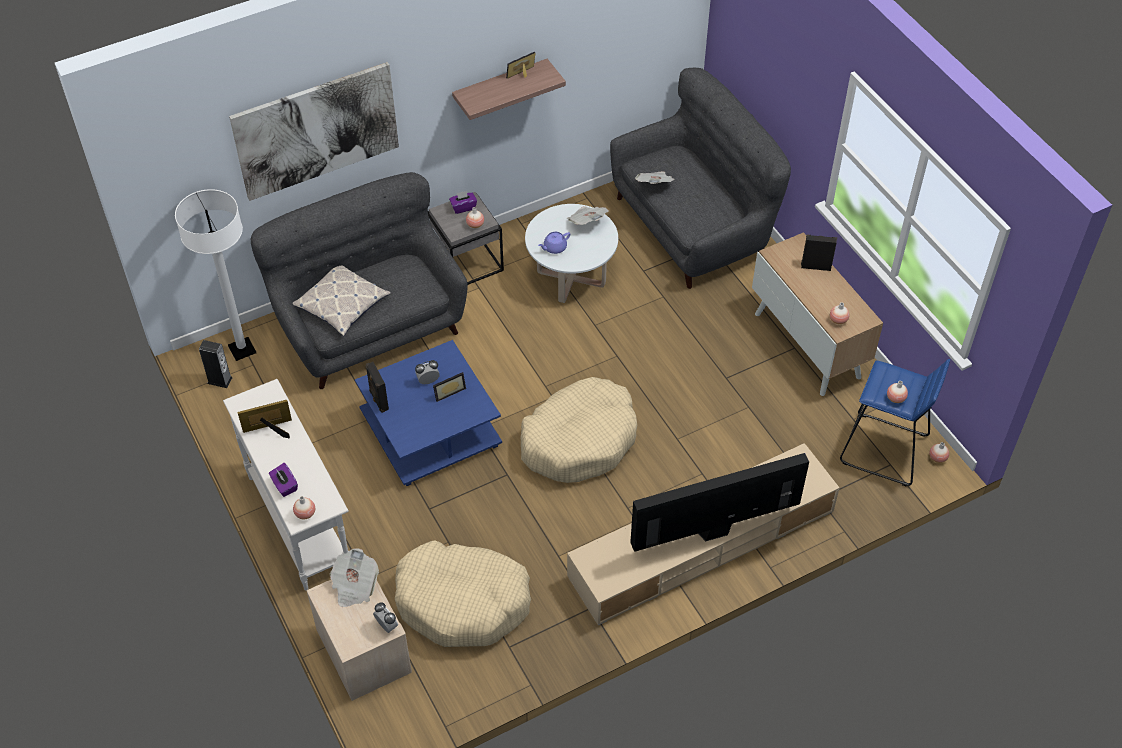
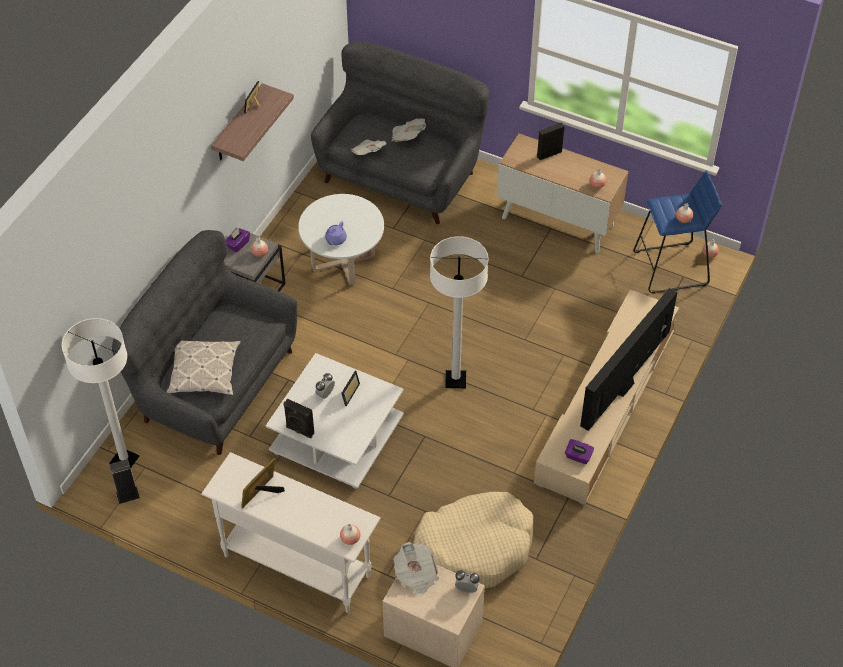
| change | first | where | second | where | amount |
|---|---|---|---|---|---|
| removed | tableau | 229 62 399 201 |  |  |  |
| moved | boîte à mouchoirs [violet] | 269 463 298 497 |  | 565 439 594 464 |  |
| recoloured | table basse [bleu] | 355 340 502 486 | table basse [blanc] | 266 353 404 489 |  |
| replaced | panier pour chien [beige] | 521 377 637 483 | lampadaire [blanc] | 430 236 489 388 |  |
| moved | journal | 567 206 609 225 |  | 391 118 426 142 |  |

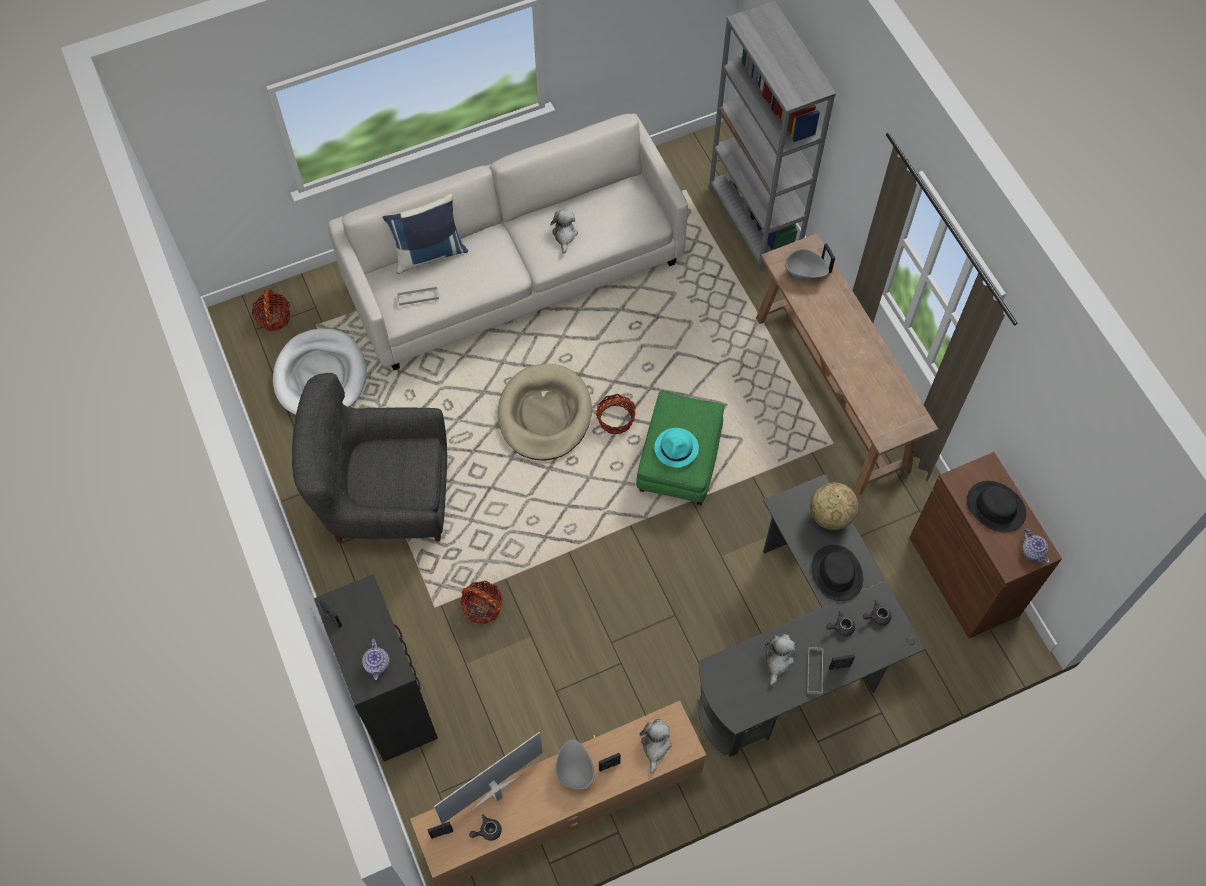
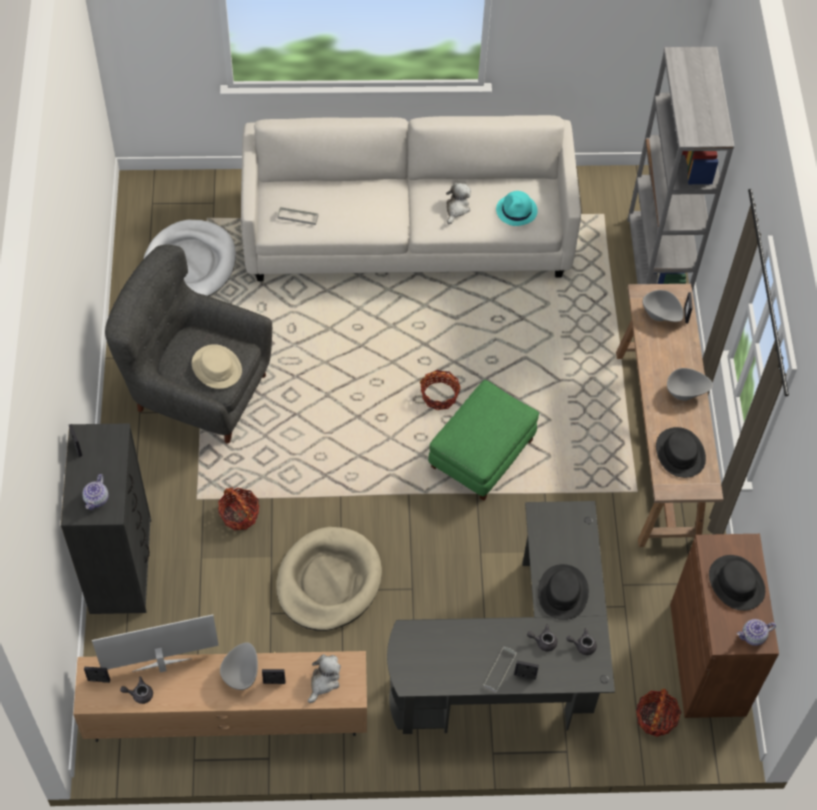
| change | first | where | second | where | amount |
|---|---|---|---|---|---|
| moved | panier | 252 288 291 331 |  | 636 689 681 737 |  |
| removed | coussin [bleu] | 382 194 468 274 |  |  |  |
| moved | panier pour chien [beige] | 498 364 592 461 |  | 277 527 382 631 |  |
| moved | chapeau [turquoise] | 654 428 699 468 |  | 496 191 538 226 |  |
| removed | peluche | 764 634 795 685 |  |  |  |
| removed | globe | 810 482 858 530 |  |  |  |
| turned | théière | 1022 529 1049 563 |  | 737 619 776 646 | 75 degrees clockwise |
| added |  |  | chapeau [beige] | 192 344 242 389 |  |
| added |  |  | chapeau [noir] | 656 427 706 478 |  |
| added |  |  | bol [gris] | 667 368 713 401 |  |

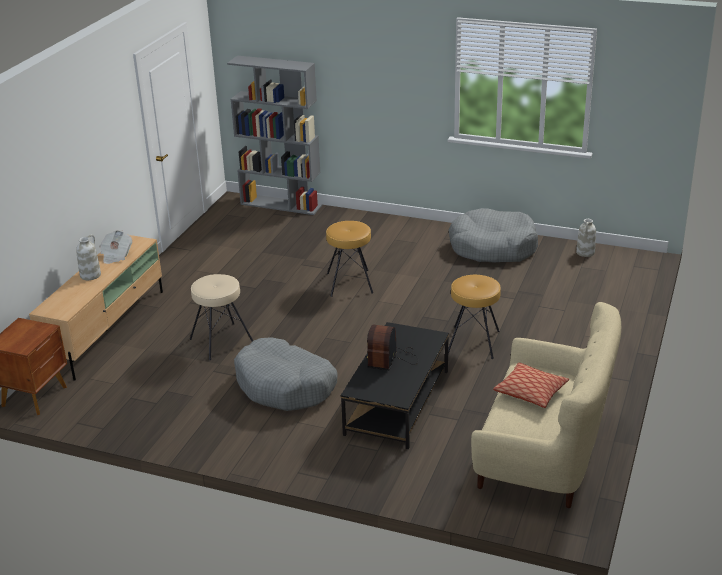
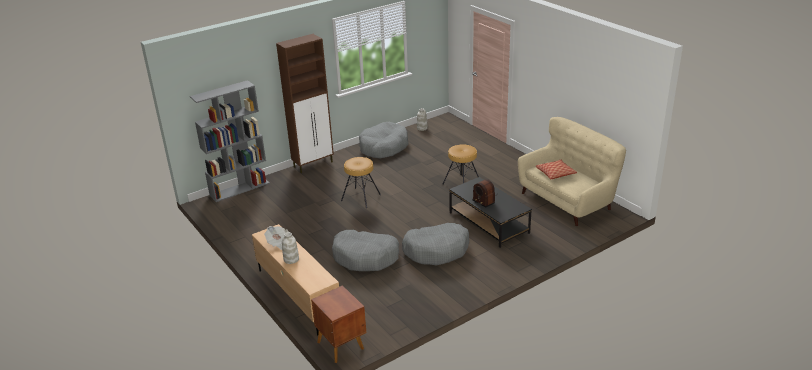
| change | first | where | second | where | amount |
|---|---|---|---|---|---|
| replaced | tabouret [beige] | 189 274 253 360 | panier pour chien [gris] | 332 230 399 271 |  |
| added |  |  | meuble de rangement [marron] | 276 34 334 173 |  |

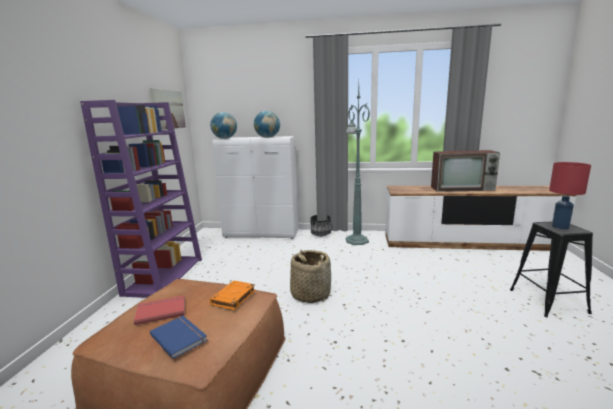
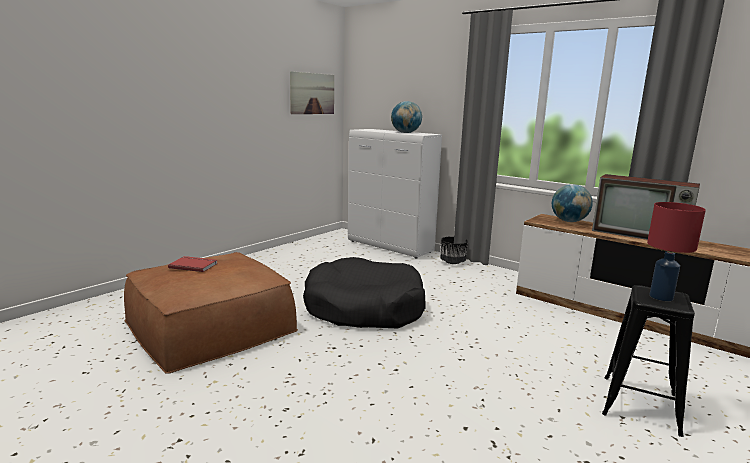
| change | first | where | second | where | amount |
|---|---|---|---|---|---|
| removed | bibliothèque [violet] | 80 100 202 298 |  |  |  |
| removed | livre [bleu] | 150 316 207 359 |  |  |  |
| moved | globe | 210 112 237 139 |  | 552 184 593 222 |  |
| removed | livre [orange] | 210 280 255 310 |  |  |  |
| replaced | panier | 290 250 331 303 | panier pour chien [noir] | 303 257 426 329 |  |
| removed | lampadaire [vert] | 346 84 370 245 |  |  |  |

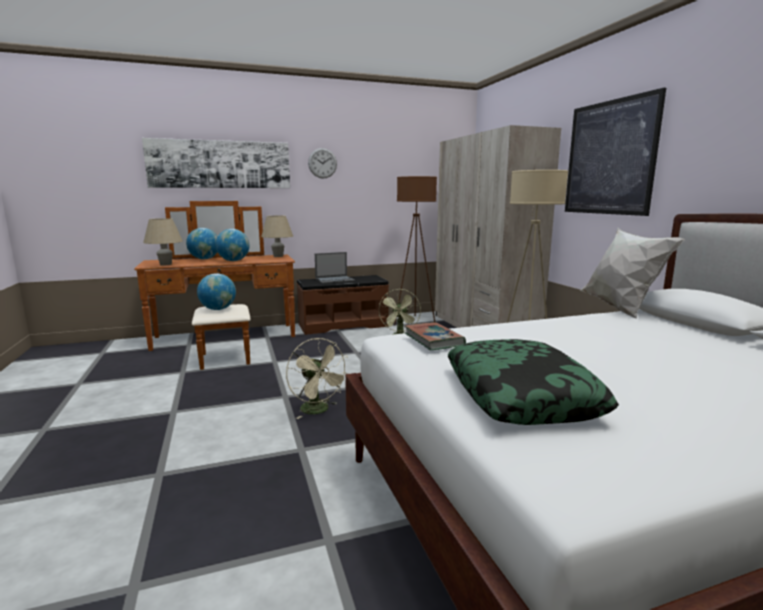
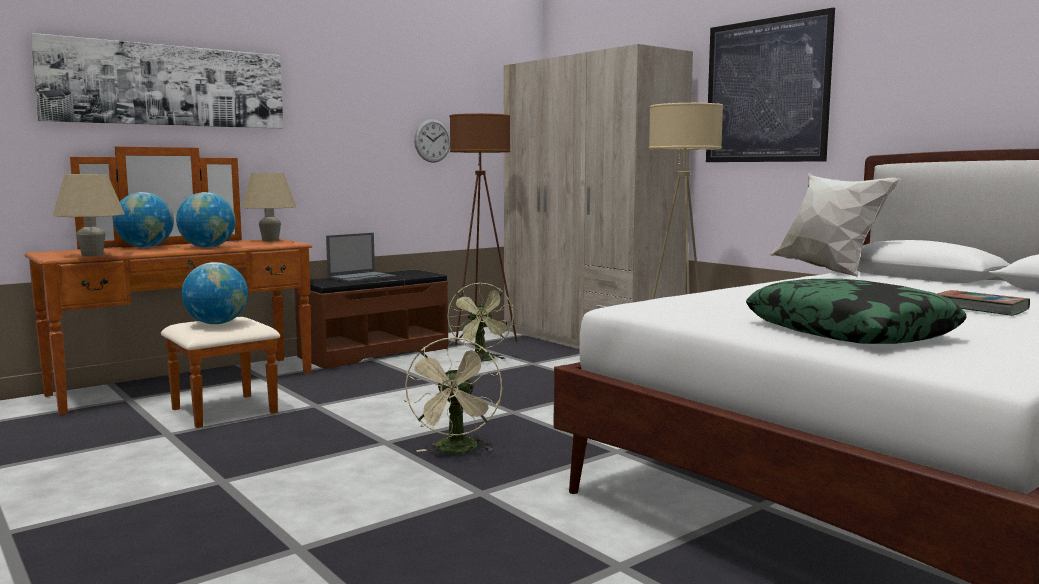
| change | first | where | second | where | amount |
|---|---|---|---|---|---|
| turned | ventilateur [beige] | 286 338 348 419 |  | 404 337 502 454 | 60 degrees clockwise |
| moved | horloge murale | 308 148 337 179 |  | 414 119 450 163 |  |
| moved | livre | 405 322 466 350 |  | 937 290 1030 316 |  |

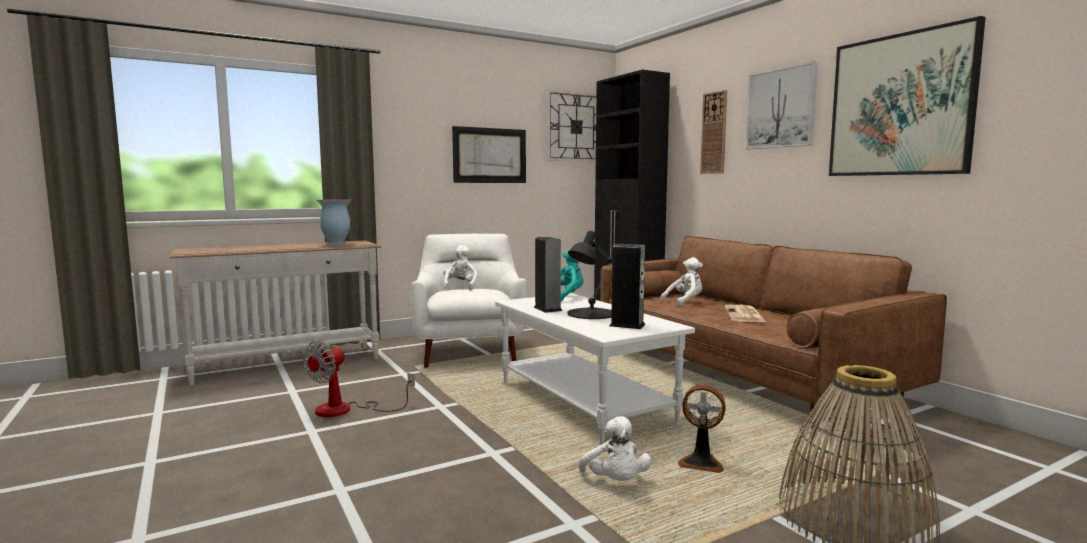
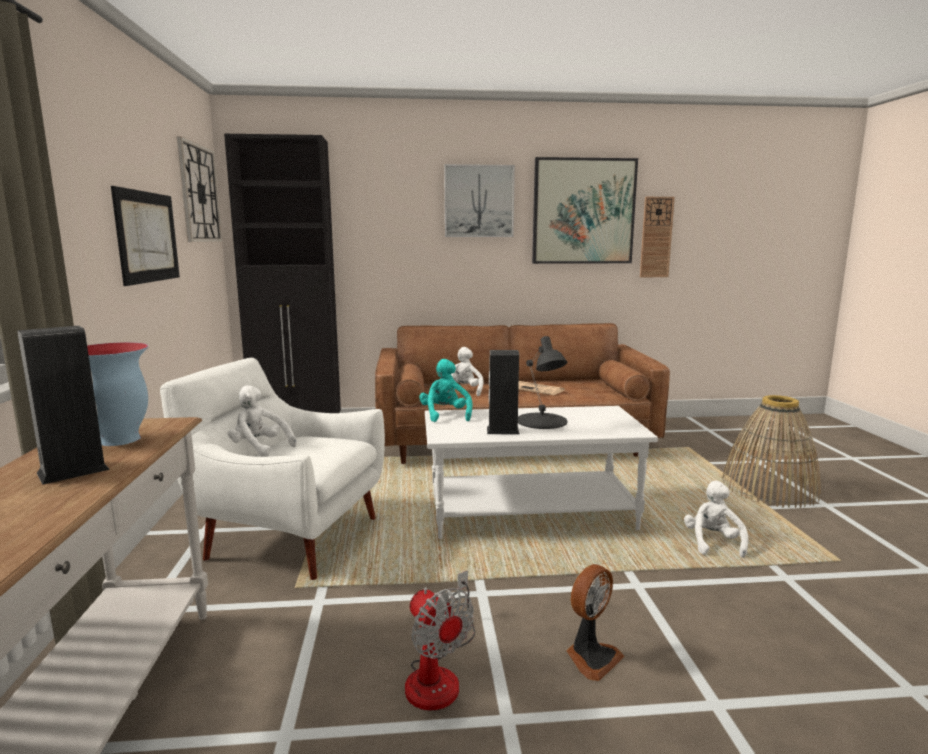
| change | first | where | second | where | amount |
|---|---|---|---|---|---|
| turned | peluche [blanc] | 579 416 651 481 |  | 684 481 748 558 | 90 degrees counterclockwise |
| moved | enceinte | 609 244 646 329 |  | 17 326 110 485 |  |
| moved | ventilateur | 678 385 726 473 |  | 566 564 625 681 |  |
| moved | horloge murale | 700 90 727 174 |  | 640 197 675 277 |  |

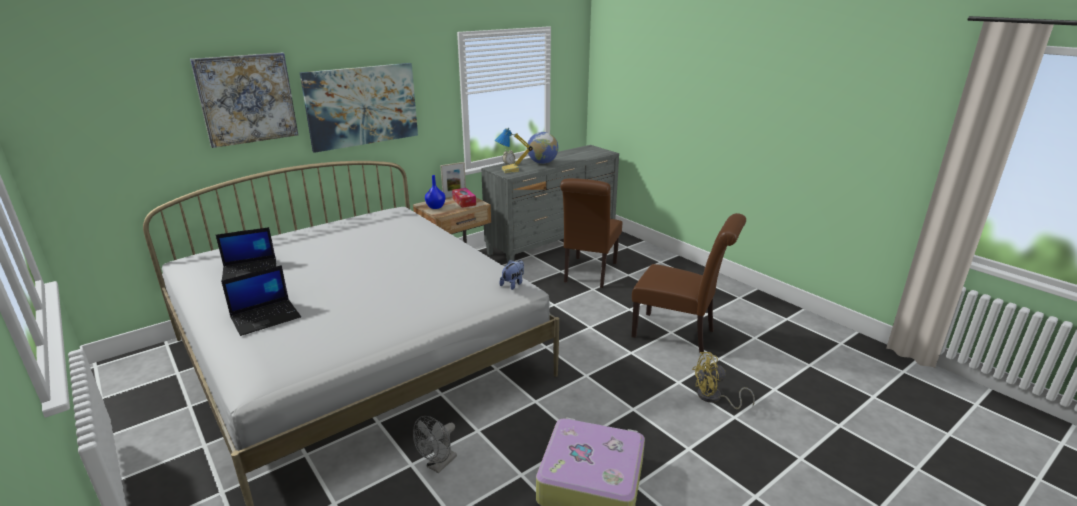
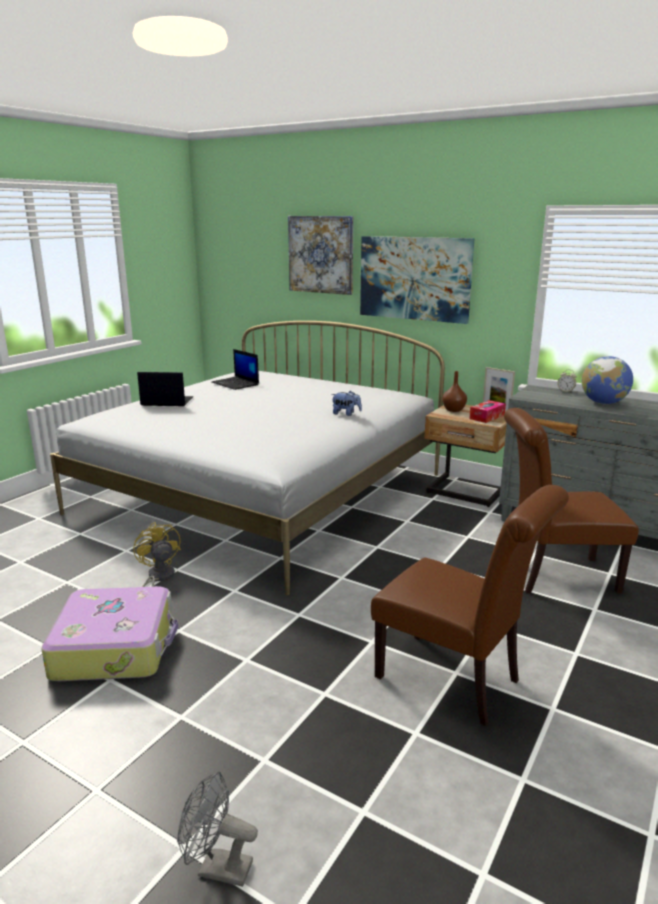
| change | first | where | second | where | amount |
|---|---|---|---|---|---|
| turned | ordinateur portable | 221 265 301 336 |  | 137 372 193 406 | 150 degrees clockwise |
| moved | ventilateur [gris] | 413 416 457 473 |  | 177 771 258 887 |  |
| recoloured | vase [bleu] | 425 175 445 209 | vase [marron] | 442 371 467 412 |  |
| removed | lampe de table | 495 128 533 173 |  |  |  |
| moved | peluche | 500 260 524 290 |  | 331 391 362 416 |  |
| turned | chaise [marron] | 632 213 746 354 |  | 371 485 569 726 | 60 degrees counterclockwise |
| moved | ventilateur [jaune] | 692 352 755 409 |  | 133 522 181 587 |  |

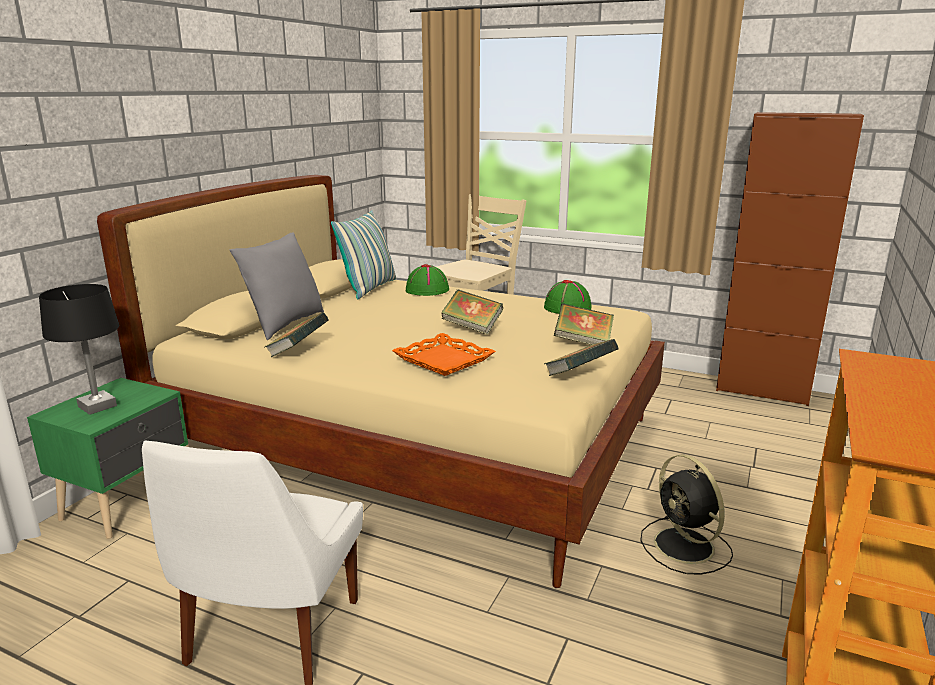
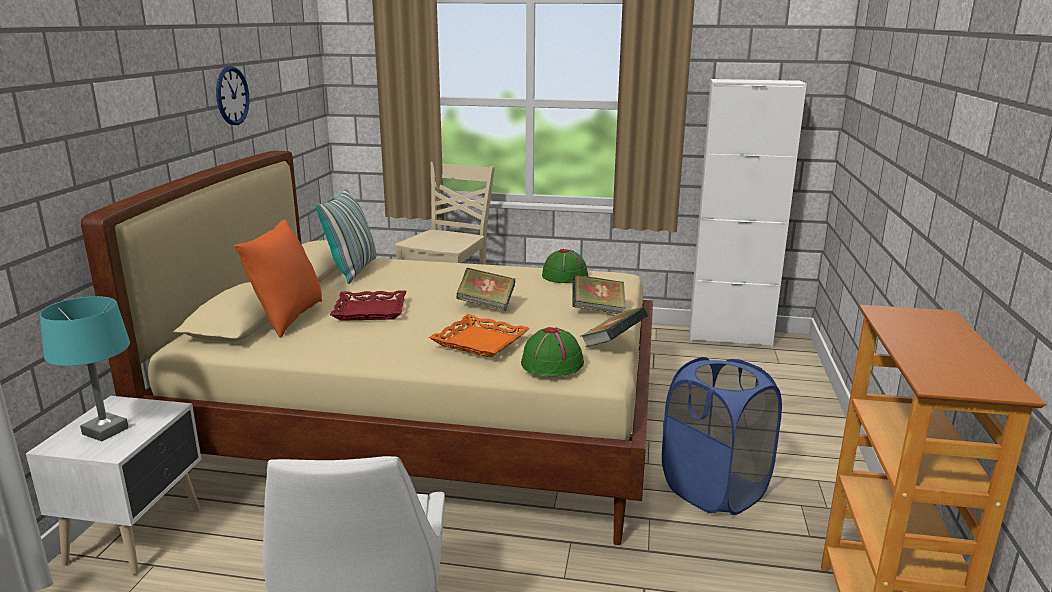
| change | first | where | second | where | amount |
|---|---|---|---|---|---|
| recoloured | table de chevet [vert] | 27 378 188 539 | table de chevet [blanc] | 26 396 201 575 |  |
| recoloured | lampe de table [noir] | 39 284 119 415 | lampe de table [turquoise] | 40 296 130 441 |  |
| recoloured | coussin [gris] | 230 232 324 340 | coussin [orange] | 234 220 322 338 |  |
| removed | livre | 265 312 329 357 |  |  |  |
| moved | chapeau [vert] | 406 264 449 296 |  | 521 327 584 376 |  |
| replaced | ventilateur [noir] | 640 454 733 575 | panier à linge [bleu] | 662 357 782 515 |  |
| recoloured | meuble de rangement [marron] | 716 112 864 406 | meuble de rangement [blanc] | 689 79 807 347 |  |
| added |  |  | horloge murale | 216 66 249 125 |  |
| added |  |  | plateau [rouge] | 330 290 407 321 |  |

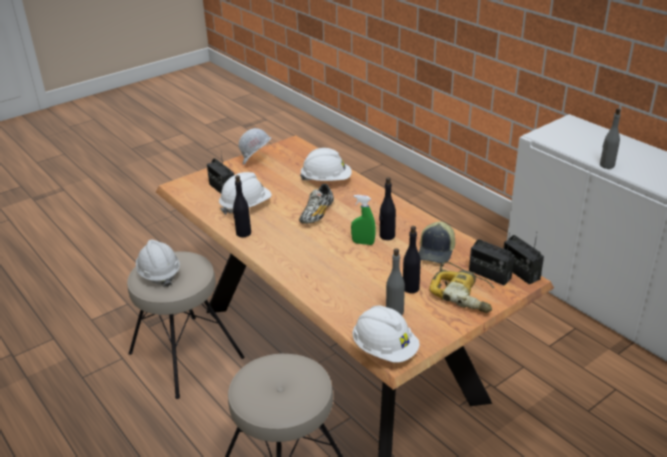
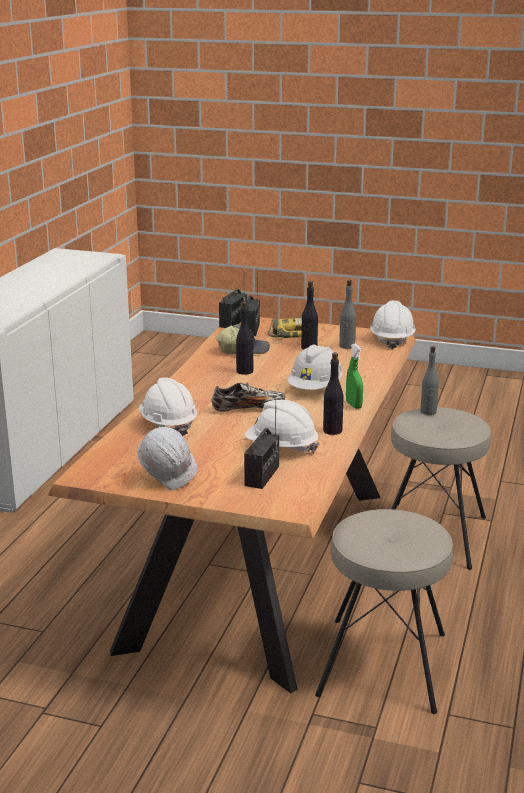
| change | first | where | second | where | amount |
|---|---|---|---|---|---|
| moved | casque de chantier [blanc] | 136 240 180 287 |  | 287 345 343 390 |  |
| moved | vaporisateur [vert] | 351 195 376 245 |  | 346 343 363 409 |  |
| moved | bouteille [gris] | 600 109 621 169 |  | 420 346 439 415 |  |

